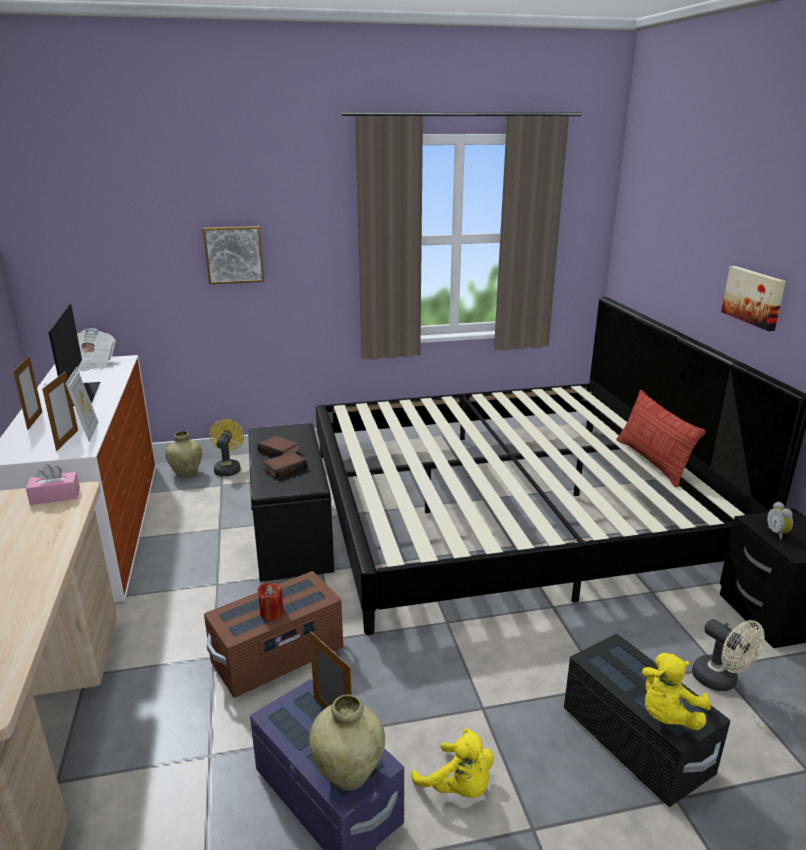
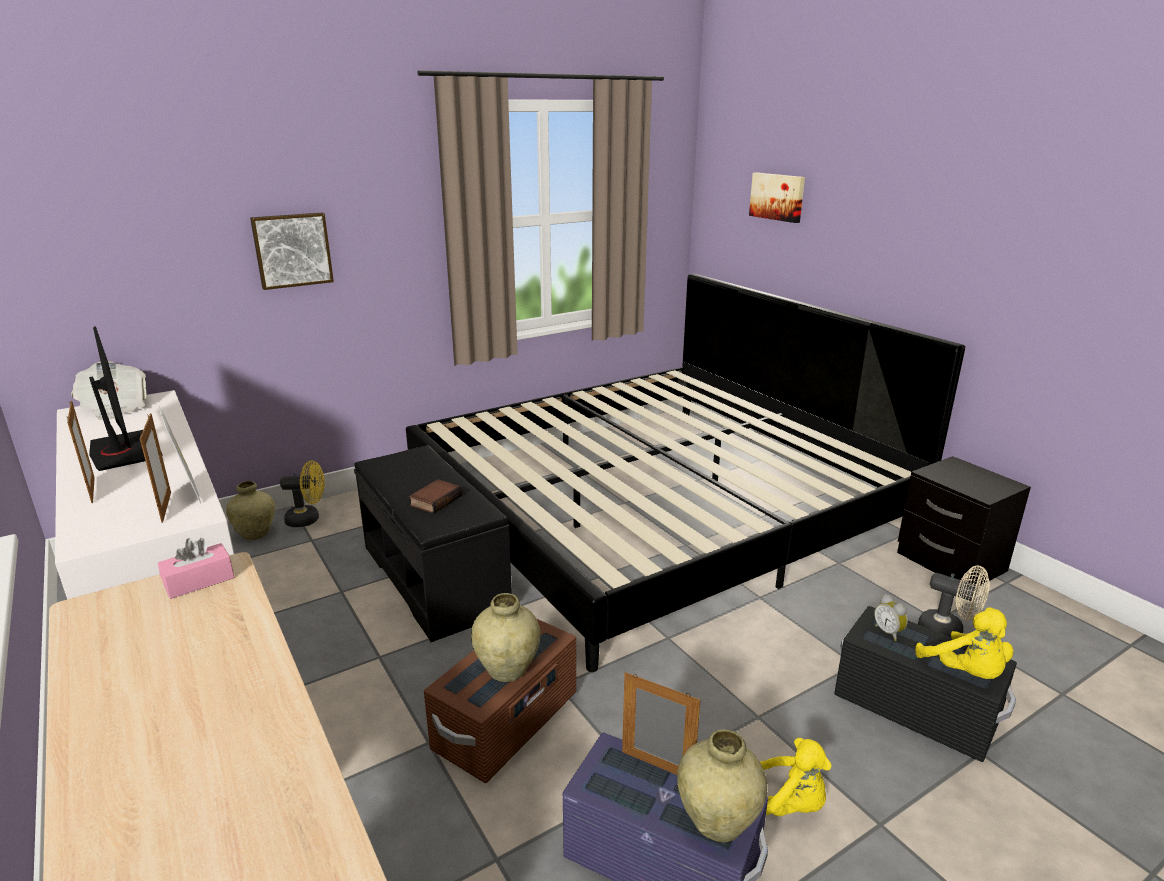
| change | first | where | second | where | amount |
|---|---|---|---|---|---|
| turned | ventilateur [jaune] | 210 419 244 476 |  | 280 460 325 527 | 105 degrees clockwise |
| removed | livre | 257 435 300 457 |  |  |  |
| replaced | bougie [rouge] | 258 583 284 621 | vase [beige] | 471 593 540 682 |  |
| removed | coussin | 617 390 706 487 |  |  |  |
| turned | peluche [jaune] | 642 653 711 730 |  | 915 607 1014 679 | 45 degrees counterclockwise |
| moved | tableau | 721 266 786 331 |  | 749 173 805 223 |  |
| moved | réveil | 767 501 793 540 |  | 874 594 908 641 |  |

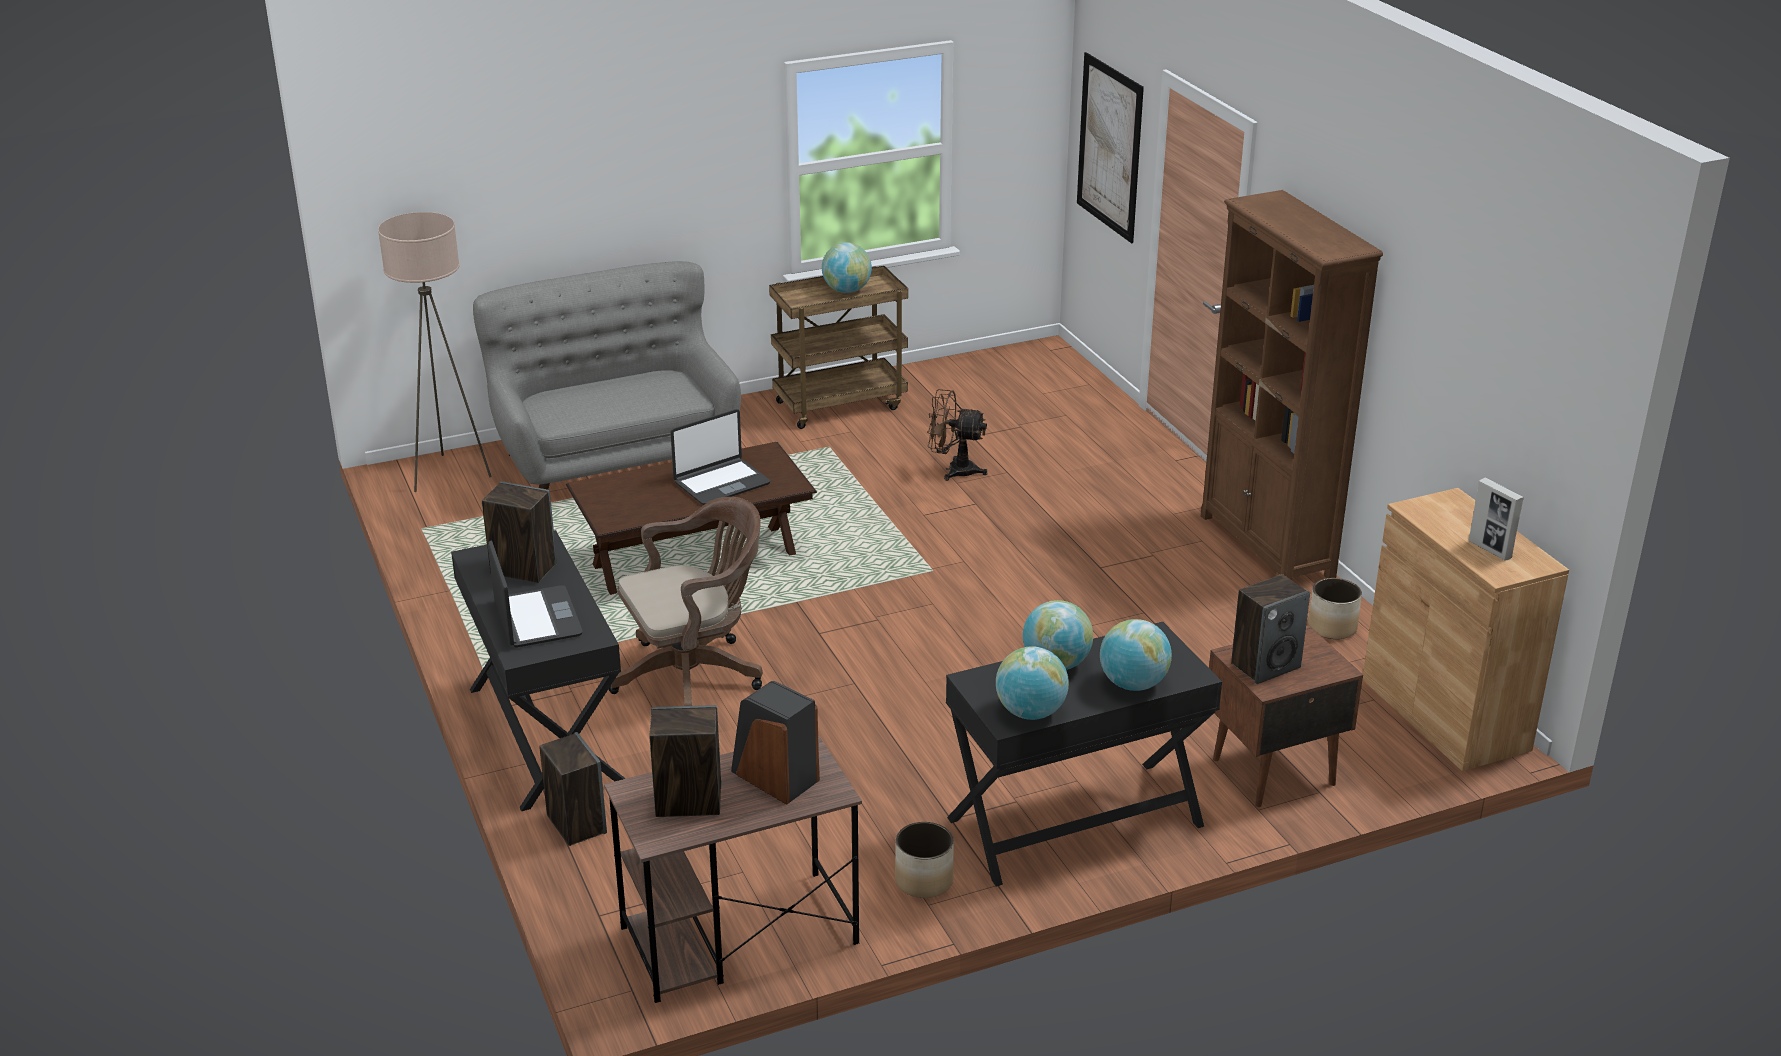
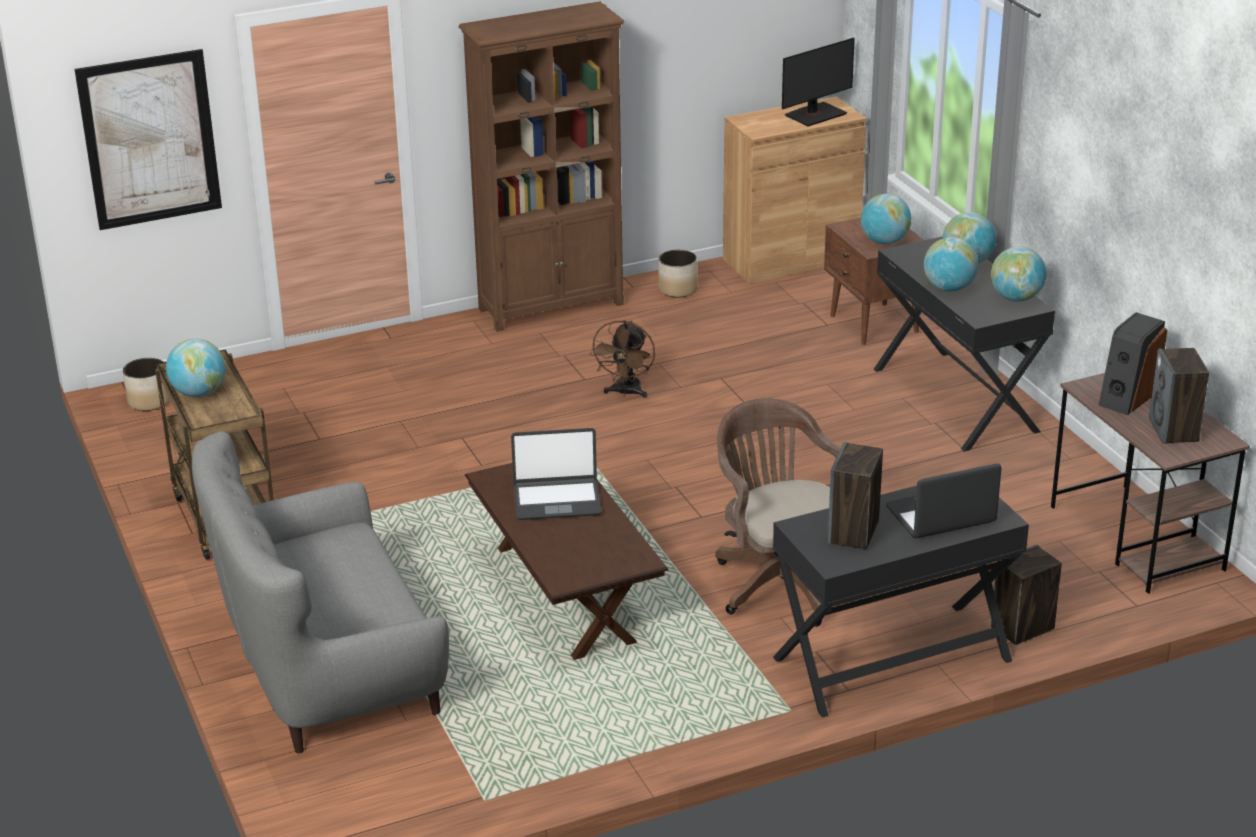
| change | first | where | second | where | amount |
|---|---|---|---|---|---|
| removed | lampadaire [beige] | 378 212 492 492 |  |  |  |
| turned | ordinateur portable | 671 409 770 505 |  | 511 428 602 520 | 120 degrees clockwise |
| moved | cache-pot | 895 822 954 898 |  | 123 358 170 411 |  |
| moved | ventilateur [marron] | 927 389 987 481 |  | 590 320 655 398 |  |
| replaced | enceinte | 1231 574 1310 684 | globe | 861 194 911 244 |  |
| replaced | cadre photo | 1469 478 1524 561 | écran d'ordinateur | 782 38 855 126 |  |

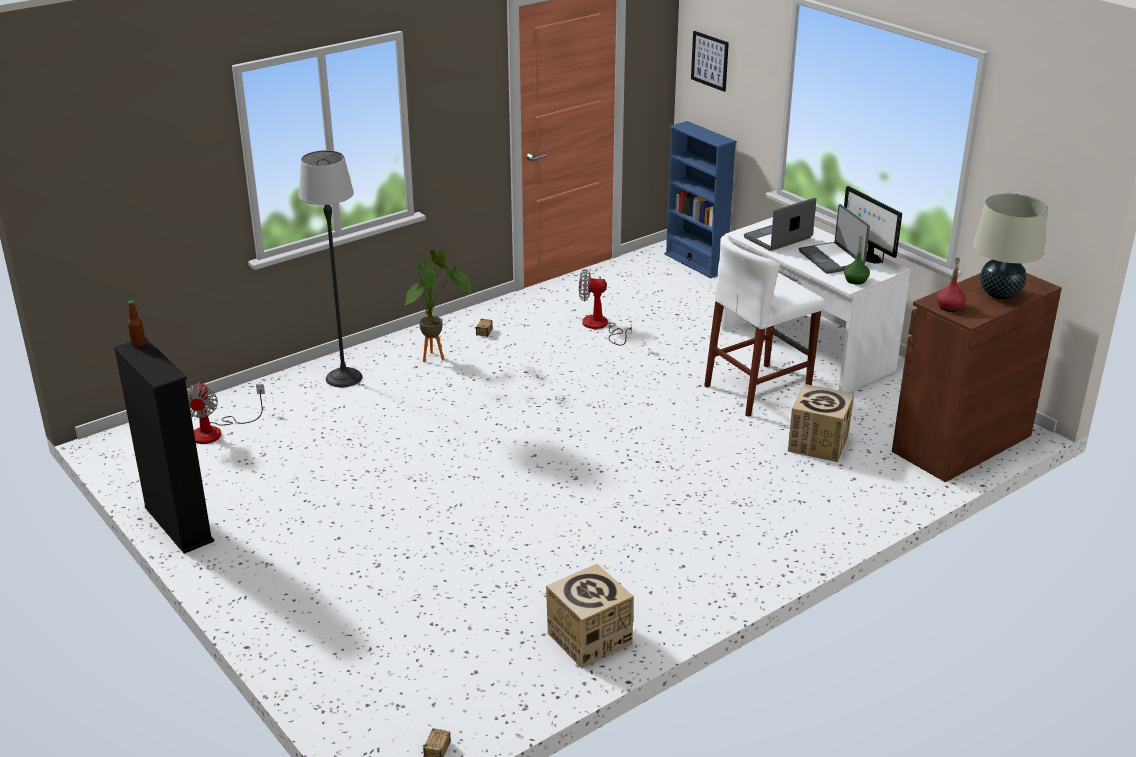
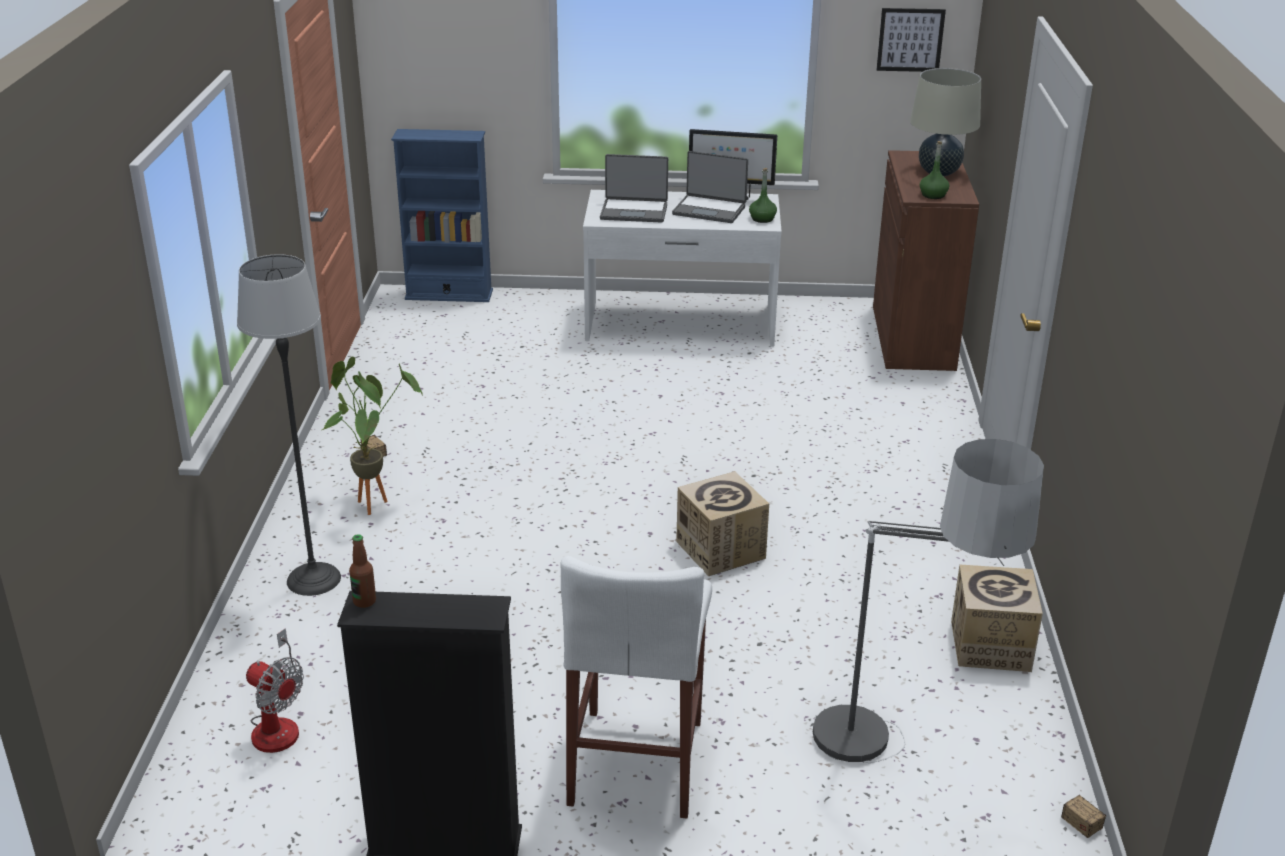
| change | first | where | second | where | amount |
|---|---|---|---|---|---|
| removed | ventilateur | 579 269 632 346 |  |  |  |
| moved | tableau | 691 31 729 92 |  | 877 8 946 72 |  |
| moved | tabouret [blanc] | 704 235 825 417 |  | 561 556 712 819 |  |
| turned | ordinateur portable | 744 198 816 251 |  | 600 154 668 223 | 90 degrees counterclockwise |
| moved | carton | 788 384 854 462 |  | 676 471 769 576 |  |
| recoloured | bouteille [rouge] | 937 257 966 312 | bouteille [vert] | 920 141 950 199 |  |
| added |  |  | lampadaire | 813 439 1044 763 |  |

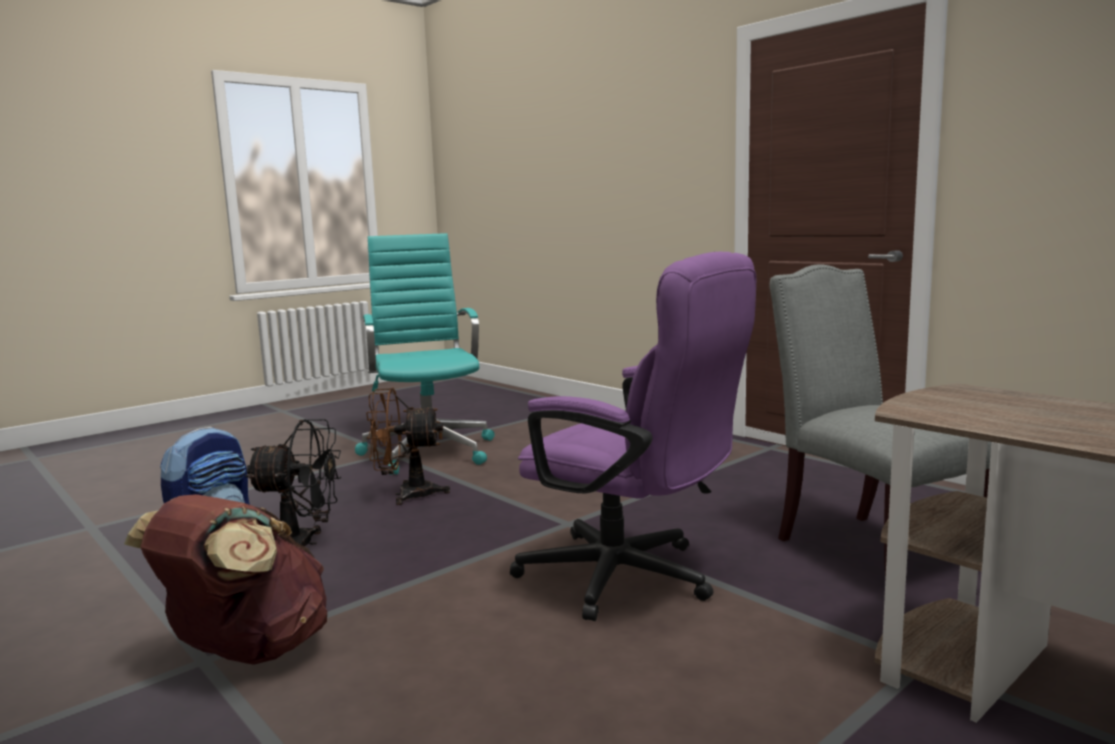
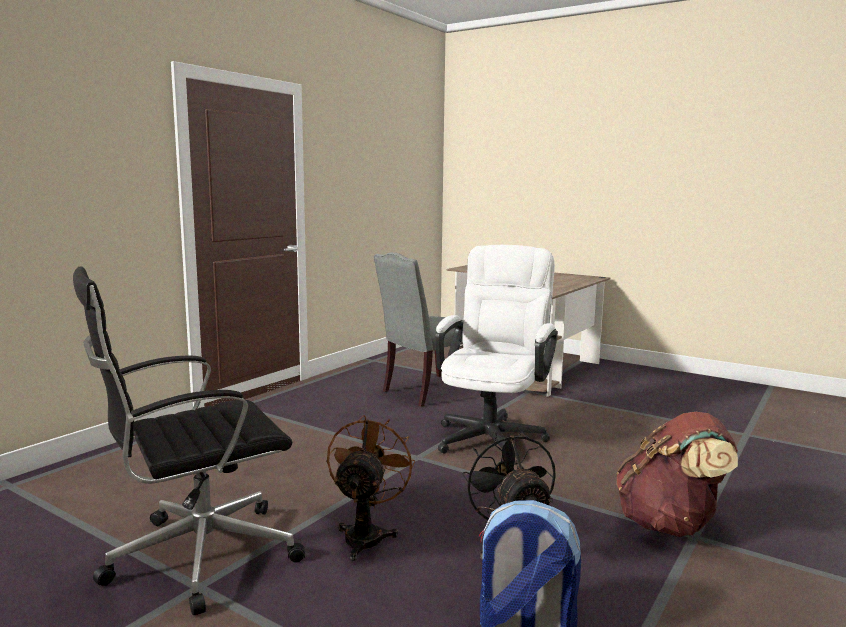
| change | first | where | second | where | amount |
|---|---|---|---|---|---|
| recoloured | chaise de bureau [turquoise] | 355 233 495 475 | chaise de bureau [noir] | 73 266 305 615 |  |
| turned | ventilateur [marron] | 366 388 450 505 |  | 327 415 416 561 | 150 degrees counterclockwise |
| recoloured | chaise de bureau [violet] | 510 252 756 621 | chaise de bureau [blanc] | 435 245 558 453 |  |

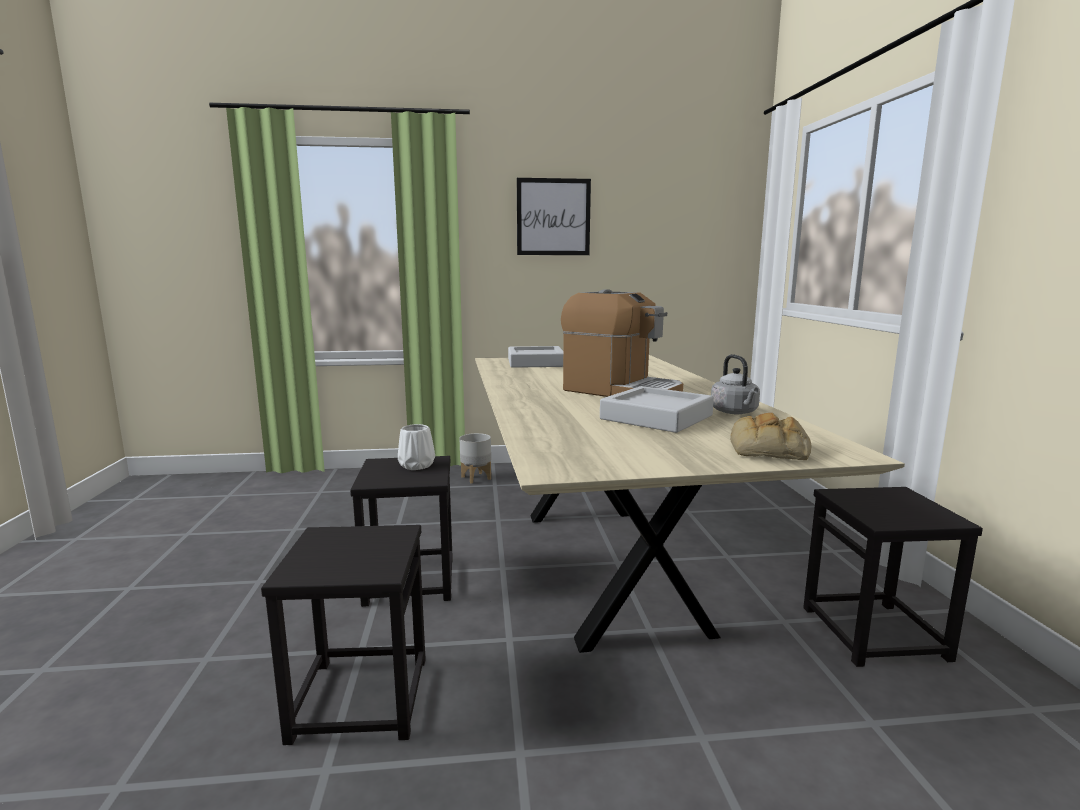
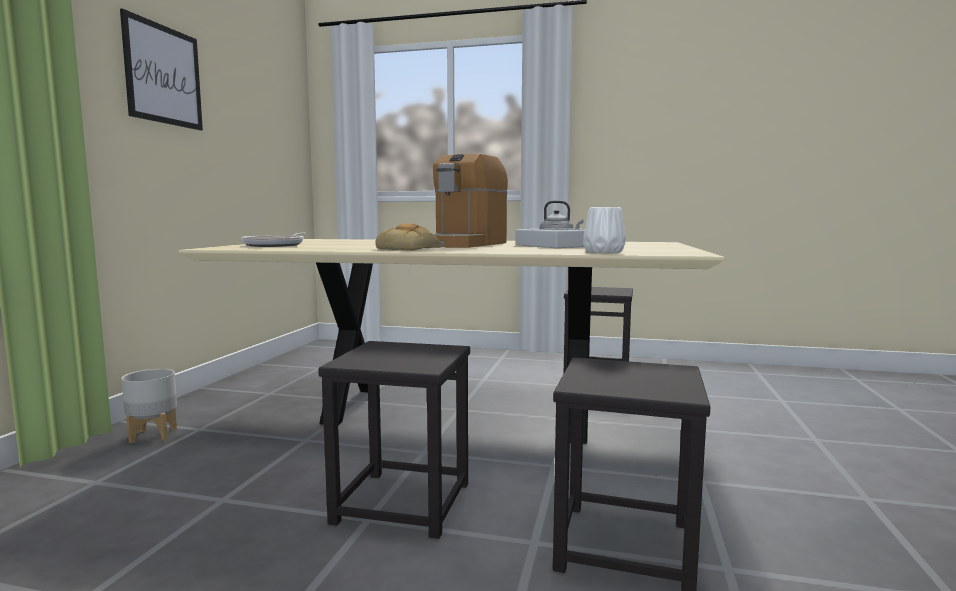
| change | first | where | second | where | amount |
|---|---|---|---|---|---|
| moved | vase [blanc] | 398 424 435 470 |  | 583 207 626 253 |  |
| replaced | plateau [gris] | 508 346 563 368 | poêle | 242 233 306 247 |  |
| turned | machine à café | 561 289 683 397 |  | 433 153 508 248 | 150 degrees clockwise |
| moved | pain | 730 413 812 460 |  | 375 223 442 250 |  |

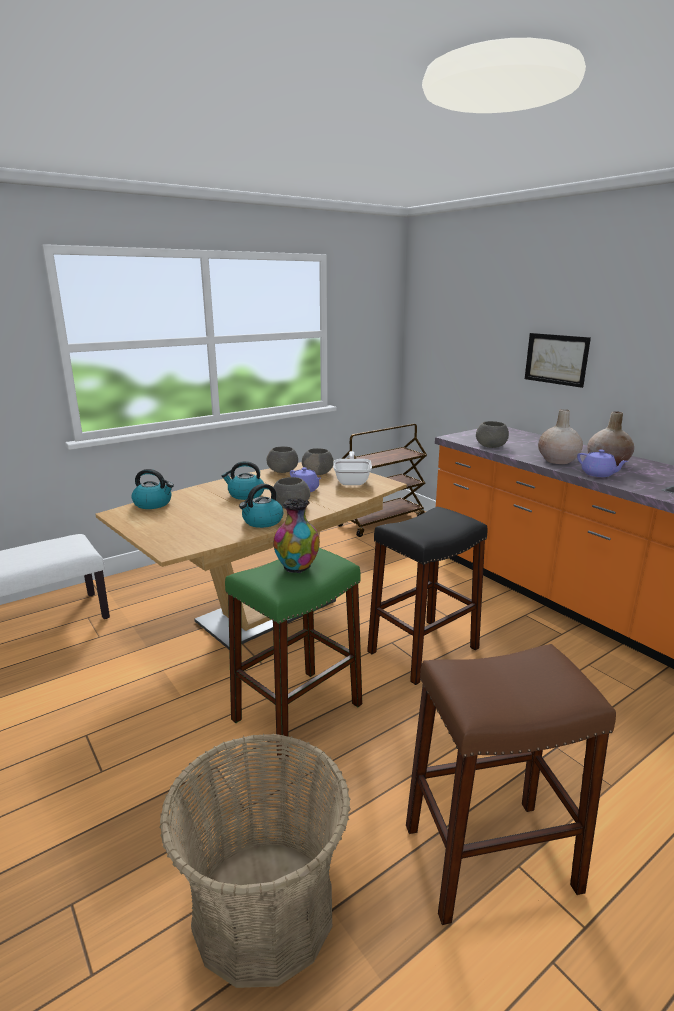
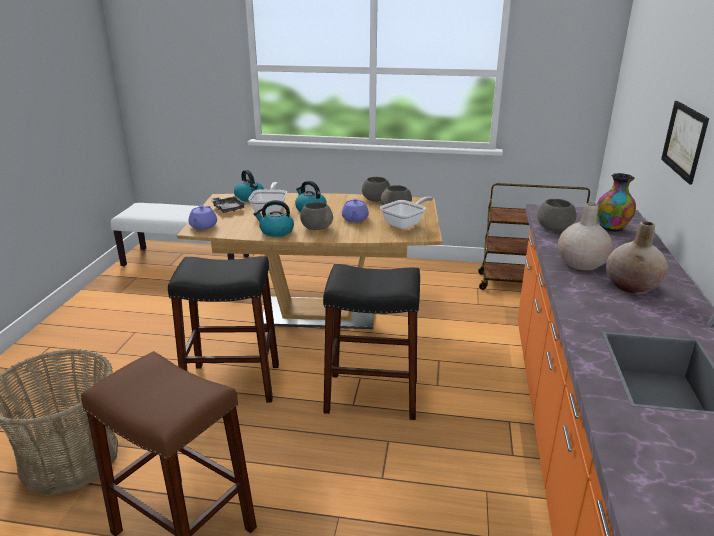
| change | first | where | second | where | amount |
|---|---|---|---|---|---|
| recoloured | tabouret [vert] | 225 548 362 760 | tabouret [noir] | 168 256 279 402 |  |
| moved | vase | 273 499 320 573 |  | 597 173 636 232 |  |
| moved | théière [violet] | 577 450 629 477 |  | 188 205 217 230 |  |
| added |  |  | plateau [gris] | 211 196 246 213 |  |
| added |  |  | poêle | 248 182 287 215 |  |

